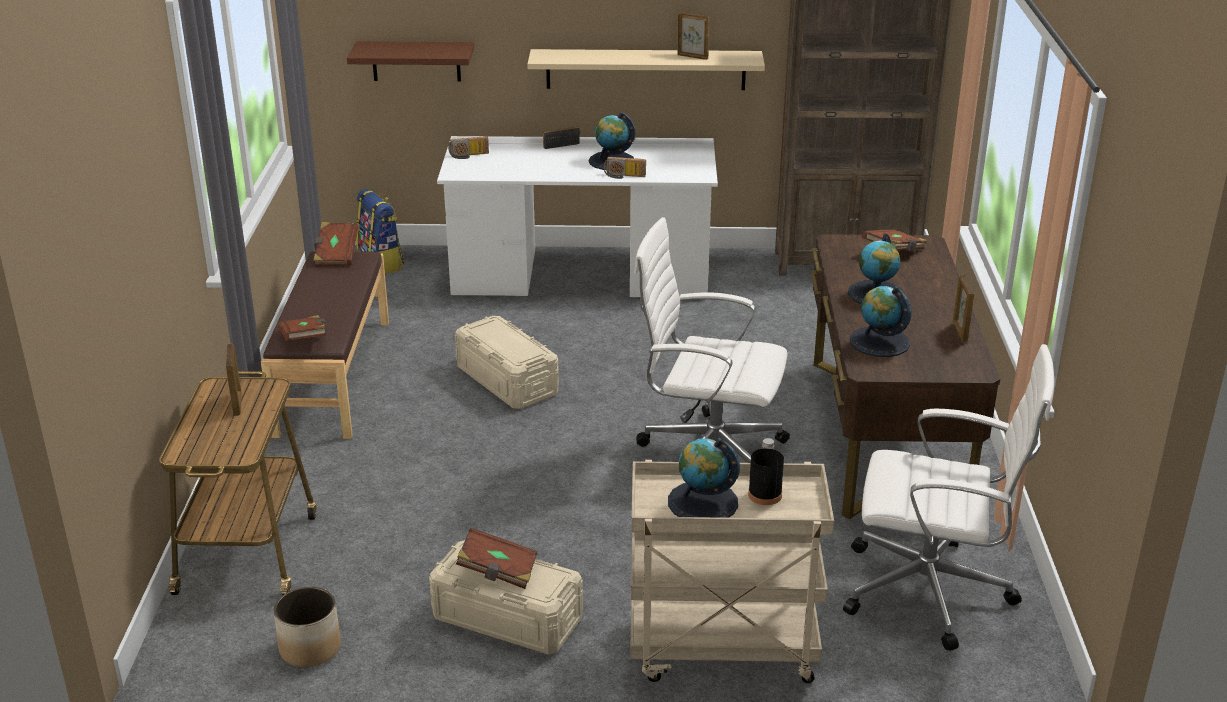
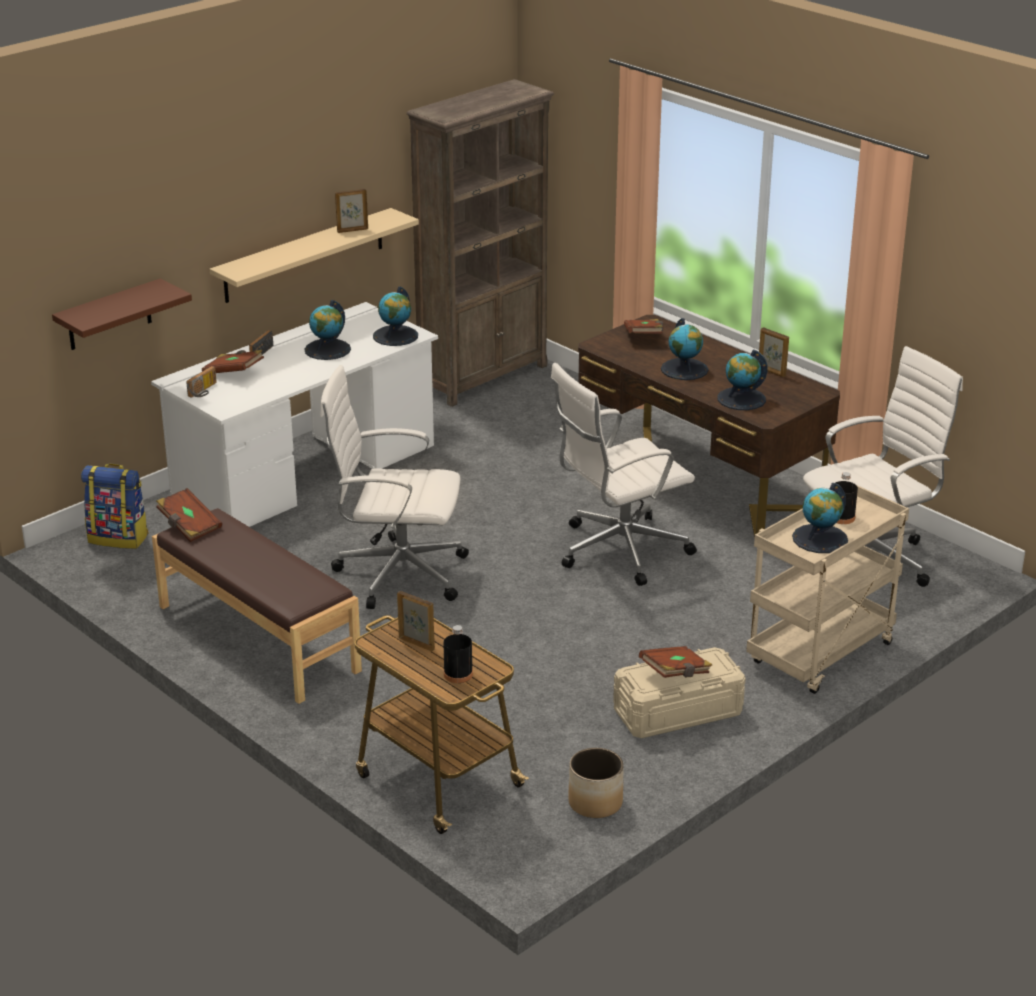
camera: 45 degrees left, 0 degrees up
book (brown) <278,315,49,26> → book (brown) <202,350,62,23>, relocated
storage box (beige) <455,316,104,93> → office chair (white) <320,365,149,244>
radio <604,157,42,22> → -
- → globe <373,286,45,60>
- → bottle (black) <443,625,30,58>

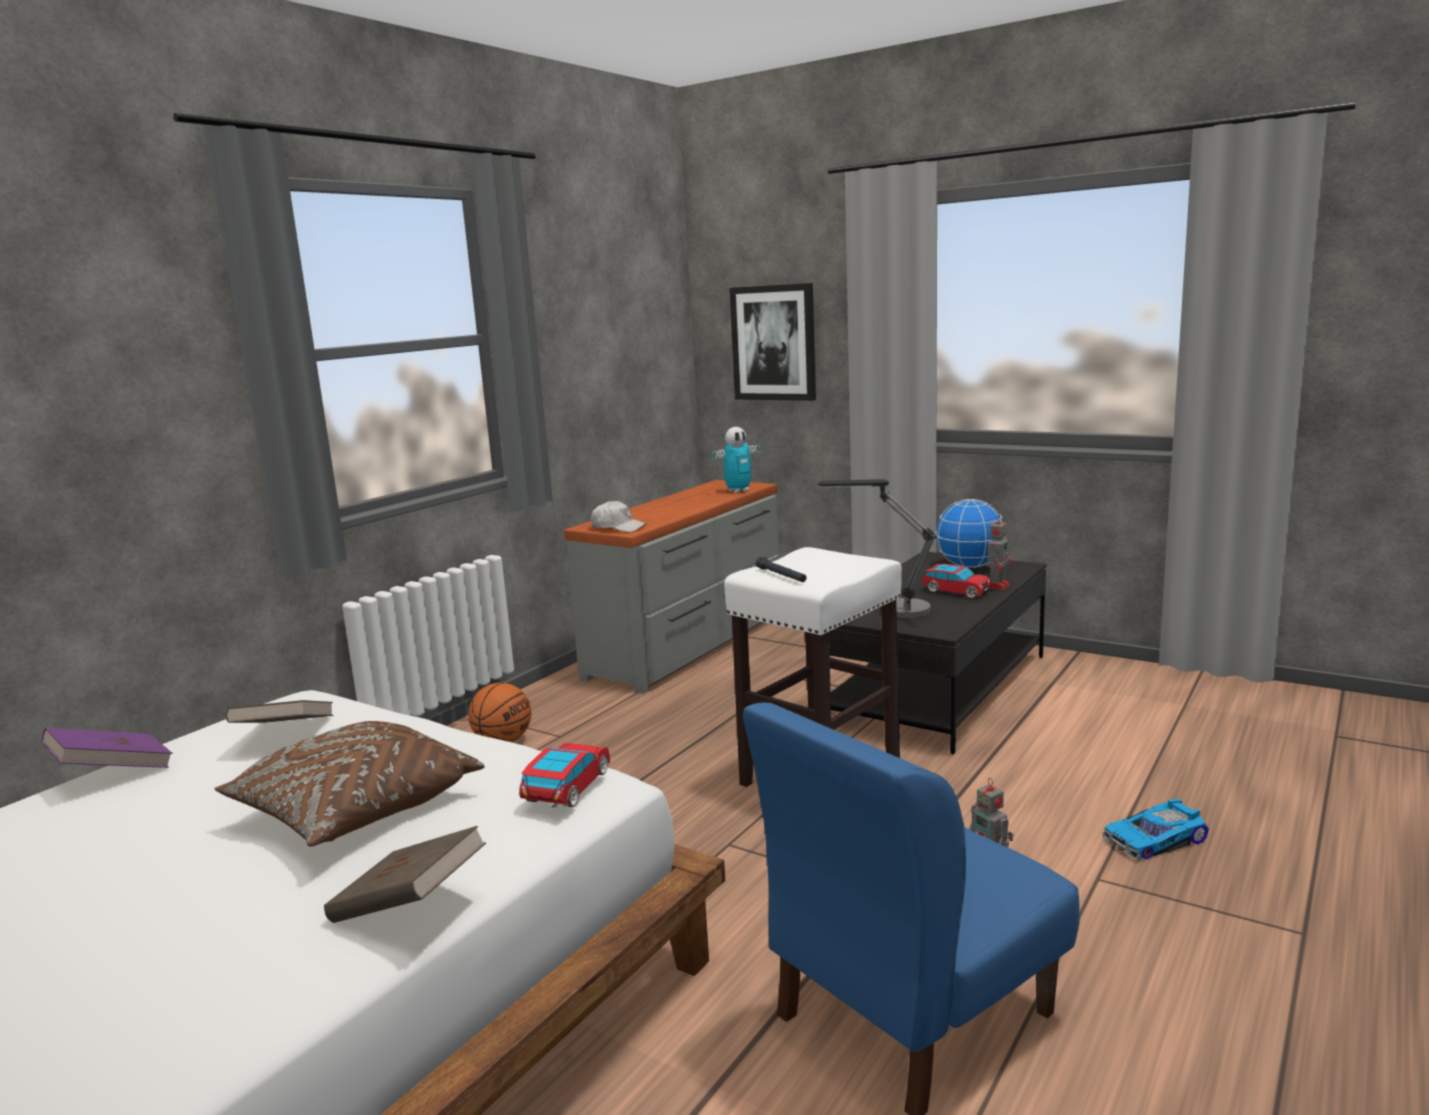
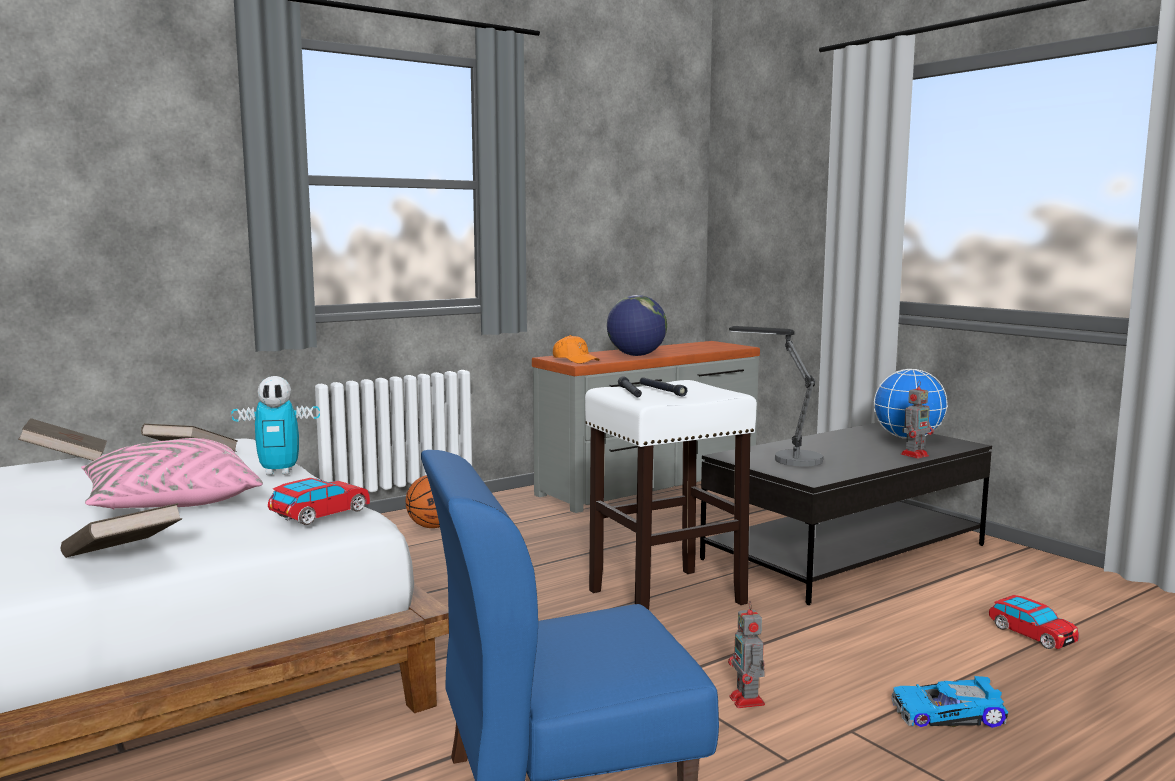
camera: 20 degrees right, 5 degrees down
book (purple) <41,727,131,41> → book (brown) <18,418,89,43>
pillow (brown) <214,721,271,125> → pillow (pink) <81,438,182,72>
cap (white) <591,501,56,31> → cap (orange) <553,335,47,29>
toy robot <712,427,49,66> → toy robot <231,376,89,99>, relocated
picture <729,283,87,118> → -
toy car <922,564,70,34> → toy car <989,595,90,54>, relocated
- → globe <607,295,60,61>
- → flashlight (black) <640,377,47,20>

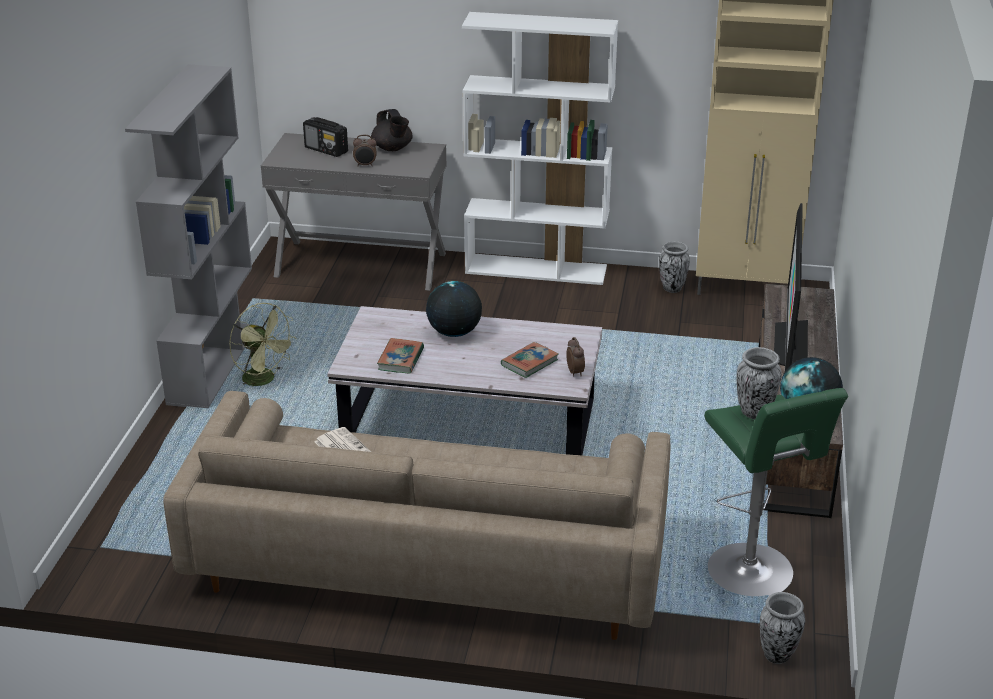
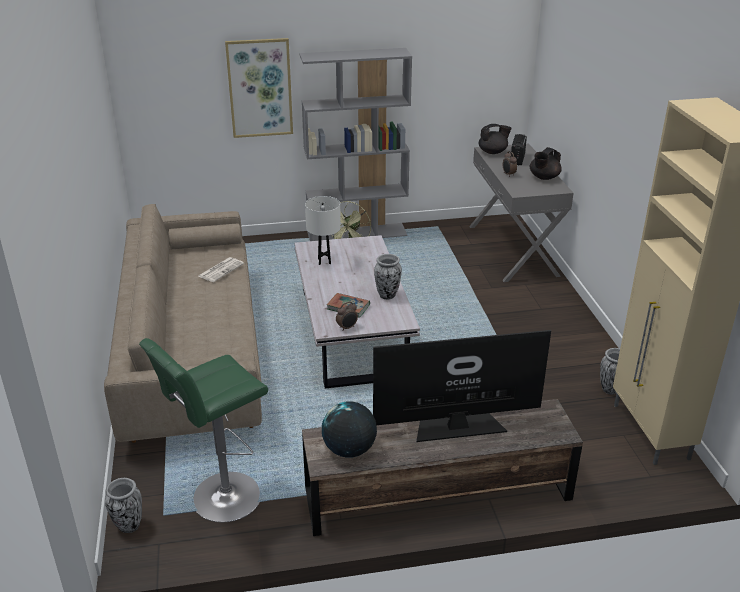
camera: 70 degrees right, 0 degrees up
book <377,338,47,36> → table lamp (white) <305,196,36,69>
globe <426,281,56,56> → -
bookcase (white) <462,12,156,273> → -
vase <737,347,45,72> → vase <374,254,28,46>, relocated
- → picture <225,38,68,100>
- → teapot (black) <479,124,33,30>

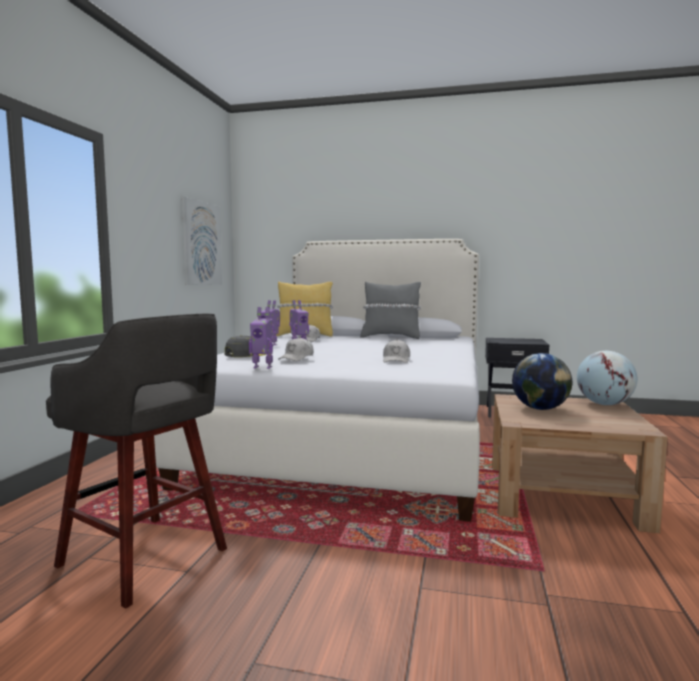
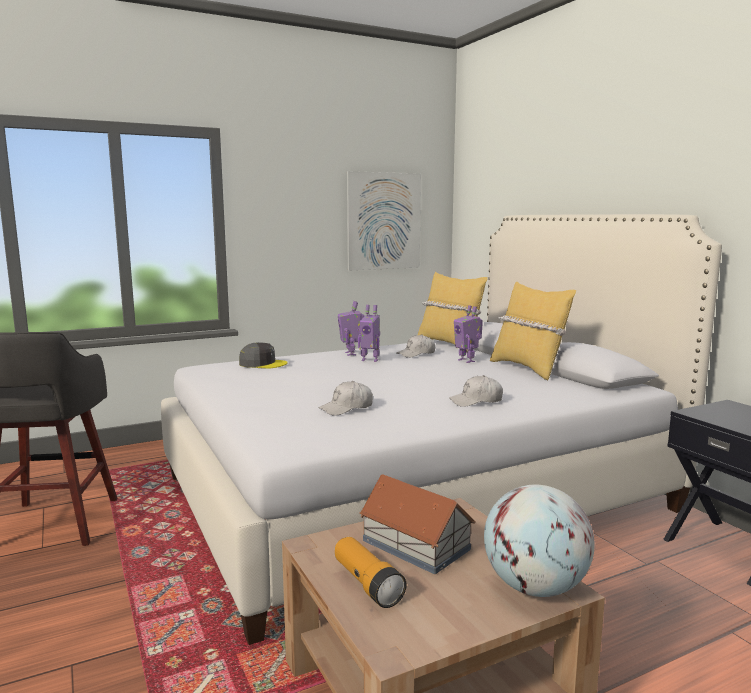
camera: 50 degrees right, 5 degrees up
toy robot <249,307,25,62> → toy robot <454,305,29,58>, relocated
cap (white) <278,337,35,24> → cap (white) <449,375,54,32>, relocated
pillow (grey) <360,282,61,57> → pillow (yellow) <490,282,86,98>
globe <512,353,61,57> → toy house <360,474,116,100>
- → flashlight <335,537,72,71>

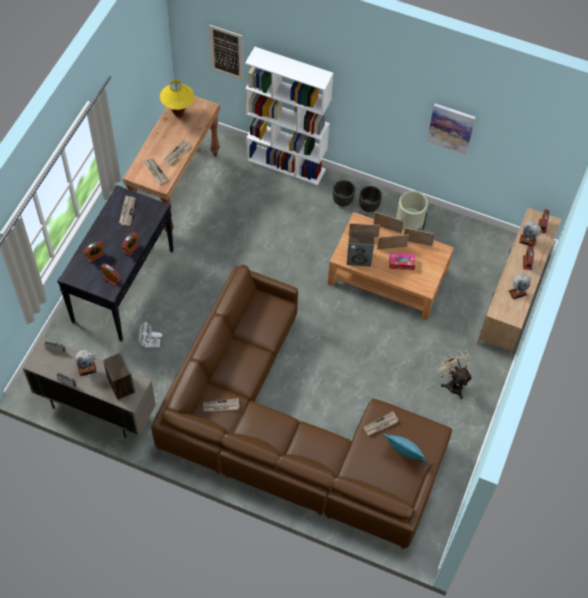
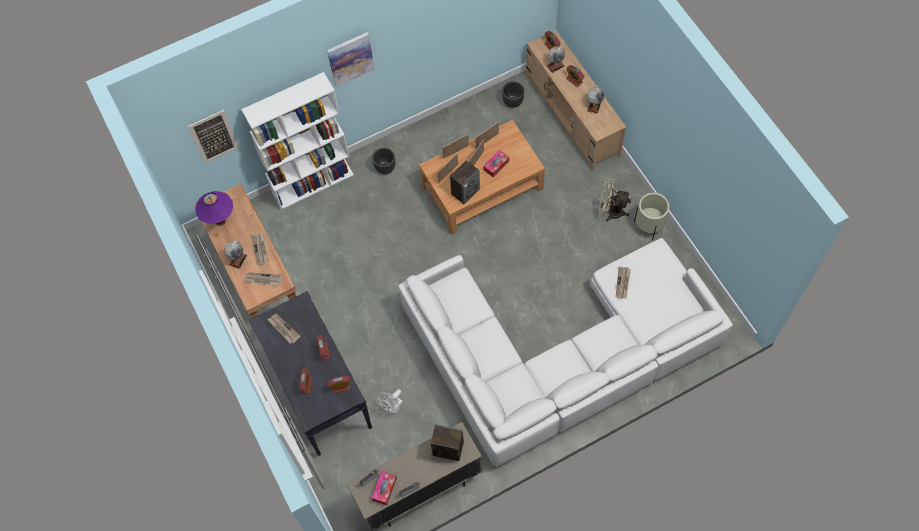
camera: 45 degrees left, 5 degrees up
globe <75,350,22,26> → globe <224,241,23,28>, relocated
sofa (brown) <151,265,301,284> → sofa (white) <399,238,334,229>
table lamp (yellow) <160,80,34,38> → table lamp (purple) <195,191,38,35>
newspaper <203,398,37,14> → -
planter (black) <359,186,23,26> → planter (black) <502,81,22,27>, relocated
pillow (turquoise) <384,434,42,28> → -
planter (beige) <396,191,32,39> → planter (beige) <634,193,36,47>, relocated
picture <427,103,49,52> → picture <327,32,48,55>, relocated
- → tissue box <372,471,25,34>

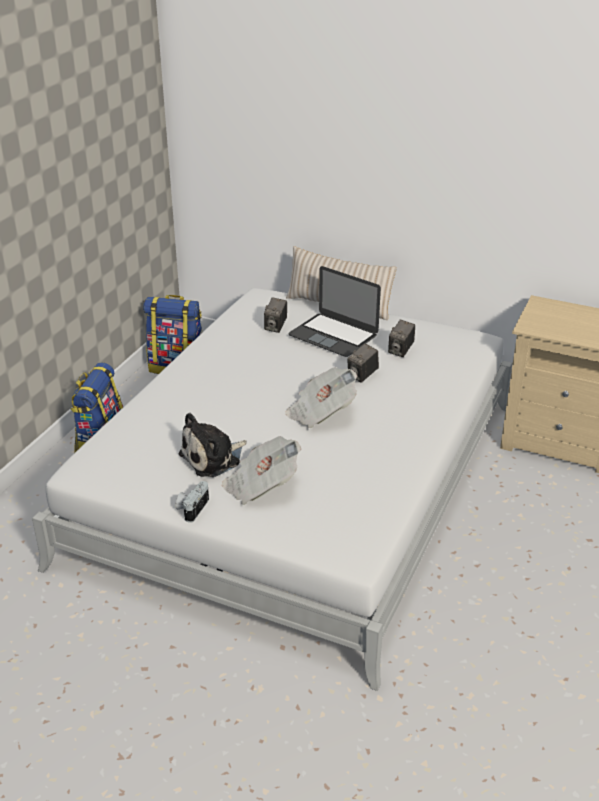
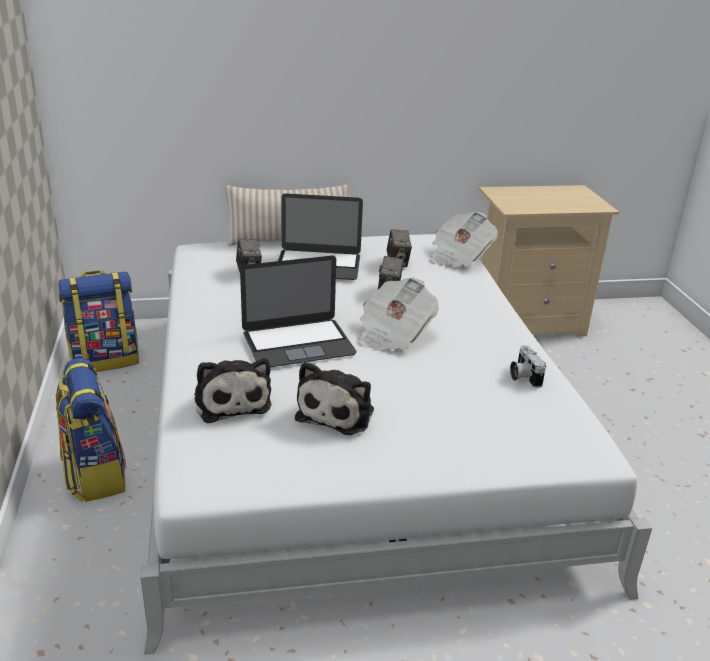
camera: 35 degrees left, 5 degrees down
photo camera <176,481,33,42> → photo camera <510,345,36,43>, relocated
newspaper <222,436,79,69> → newspaper <431,212,67,55>, relocated
- → plush toy <195,358,77,65>
- → laptop <240,256,117,111>

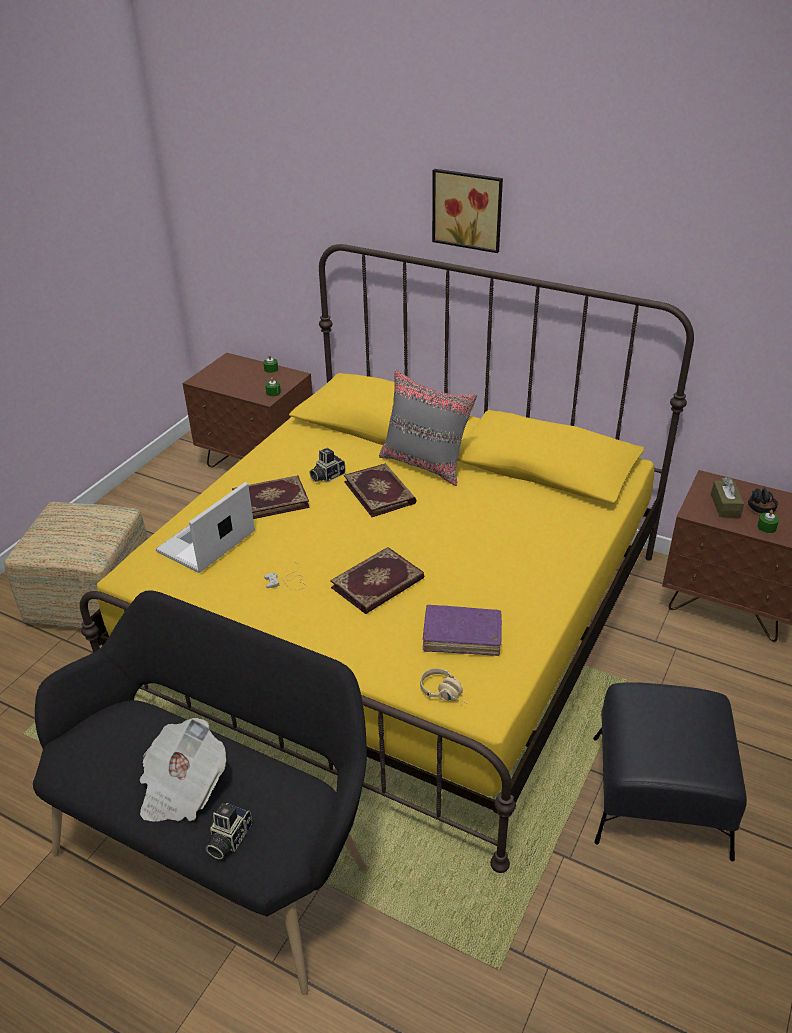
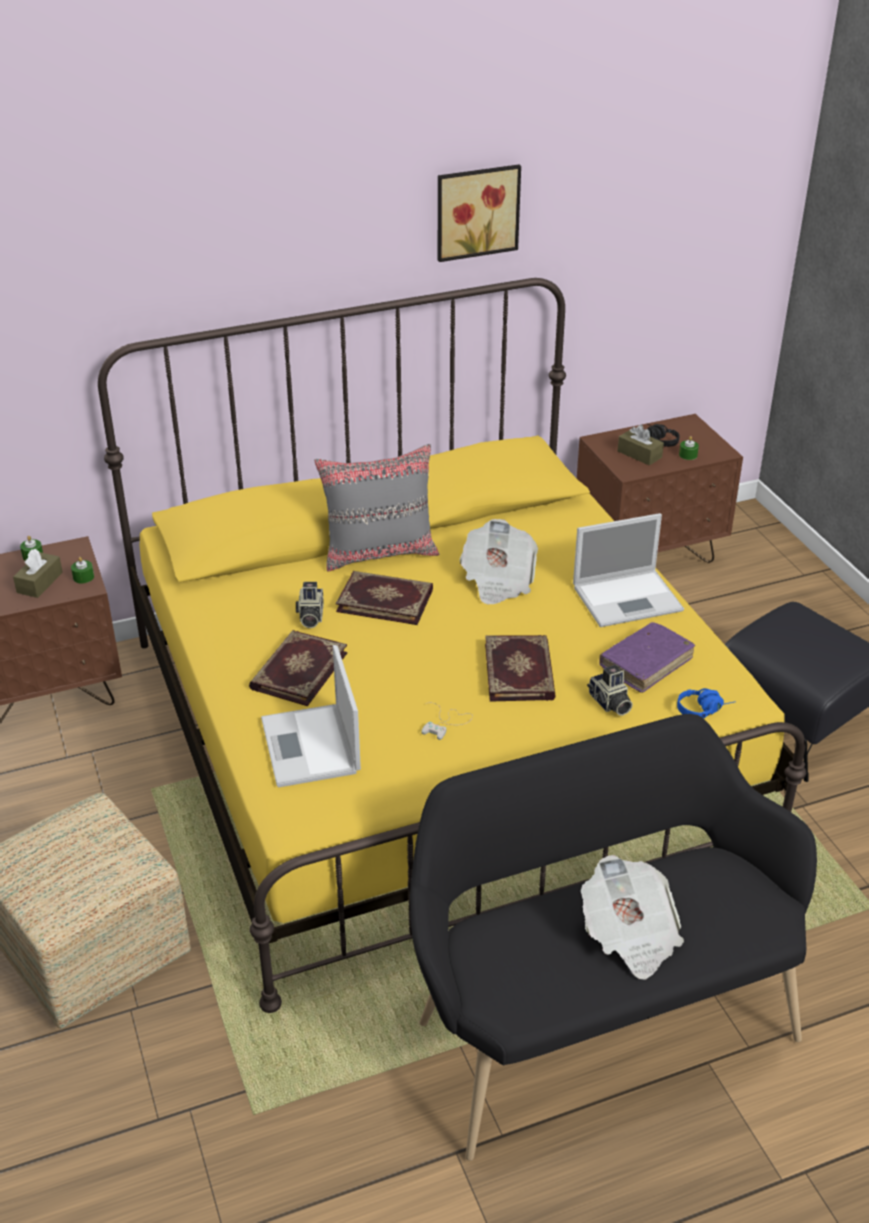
camera: 50 degrees left, 0 degrees up
photo camera <206,803,46,56> → photo camera <587,665,46,51>, relocated
headphones (beige) <420,668,46,35> → headphones (blue) <677,688,59,30>
picture <432,169,71,84> → picture <438,164,83,98>, relocated
- → tissue box (brown) <13,549,50,49>
- → newspaper <460,519,78,86>
- → laptop <573,513,111,114>

